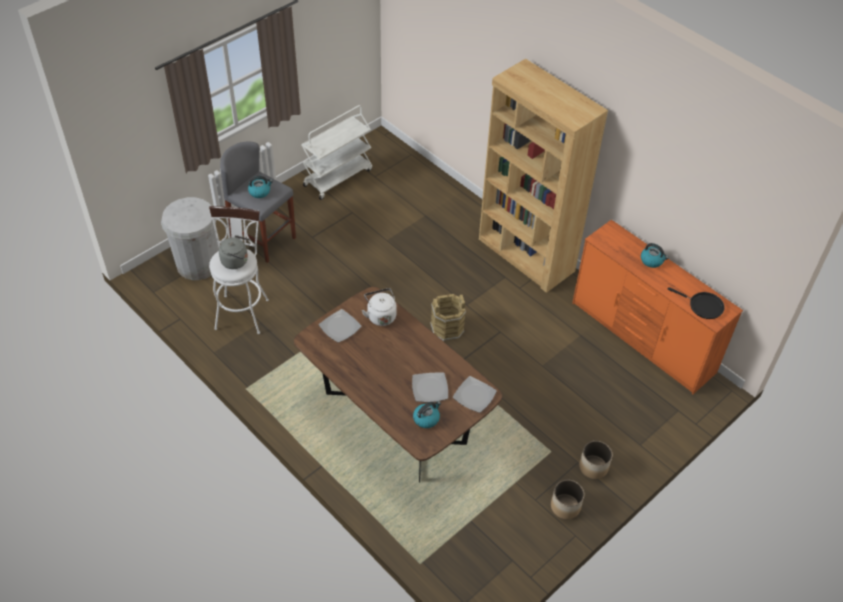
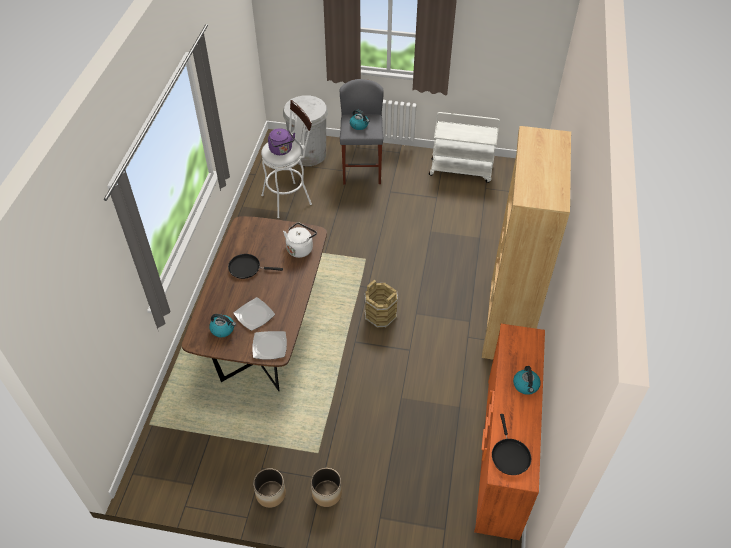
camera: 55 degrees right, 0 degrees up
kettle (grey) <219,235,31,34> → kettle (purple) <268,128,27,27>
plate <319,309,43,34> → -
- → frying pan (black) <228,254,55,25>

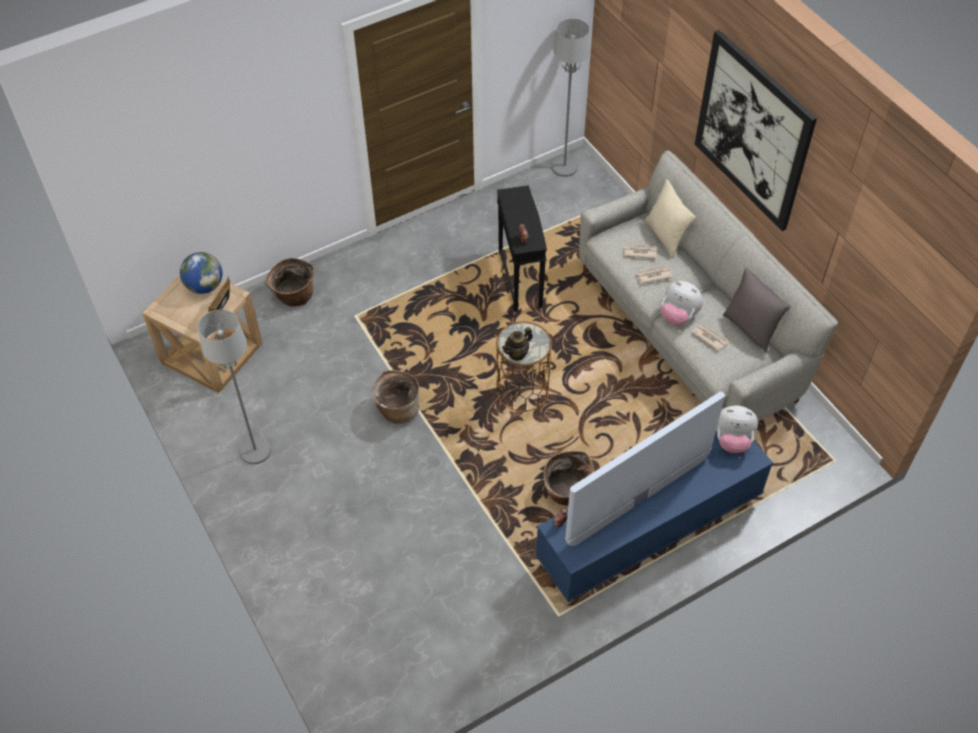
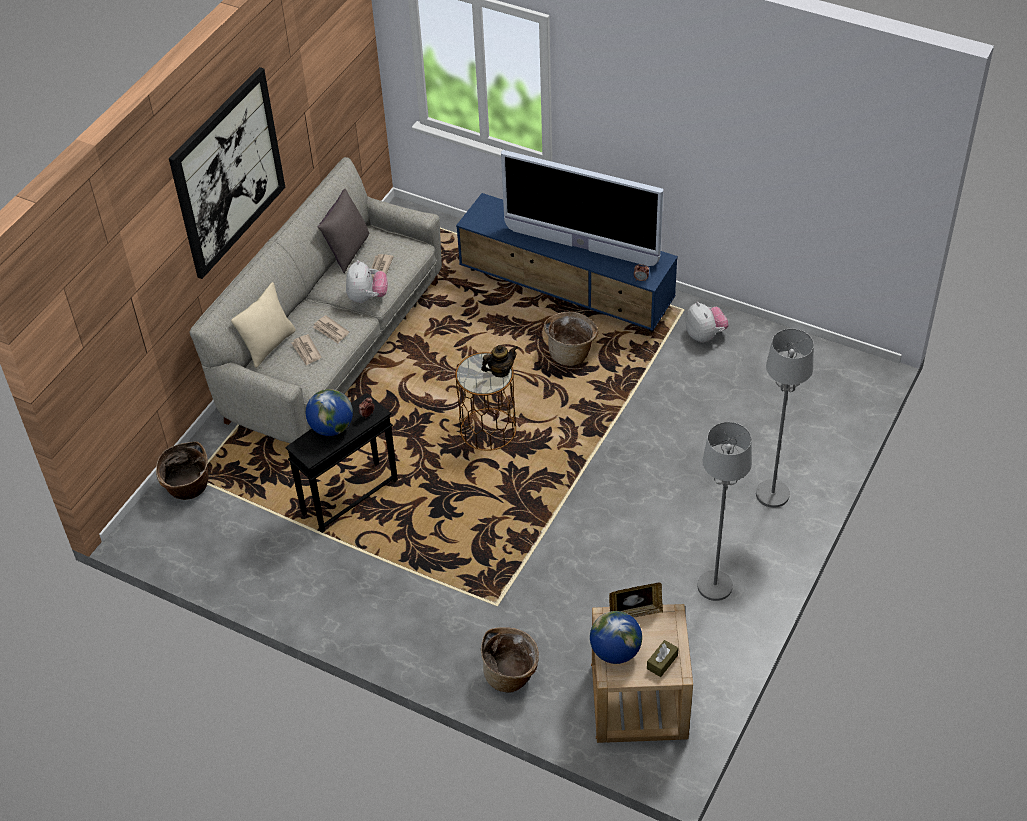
camera: 120 degrees left, 5 degrees down
basket <371,370,49,54> → basket <156,441,52,59>, relocated
teapot <502,327,31,34> → teapot <481,345,37,32>, 45 degrees counterclockwise
floor lamp (grey) <552,19,38,158> → floor lamp (grey) <756,329,58,179>, relocated
plush toy <716,405,42,48> → plush toy <686,302,42,41>, relocated
- → globe <306,389,47,47>
- → tissue box (brown) <647,640,32,37>

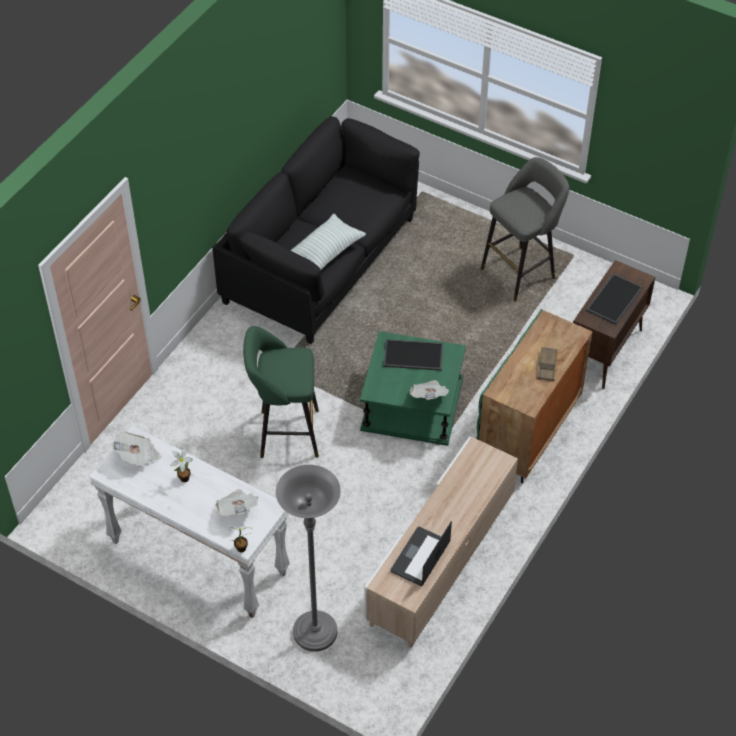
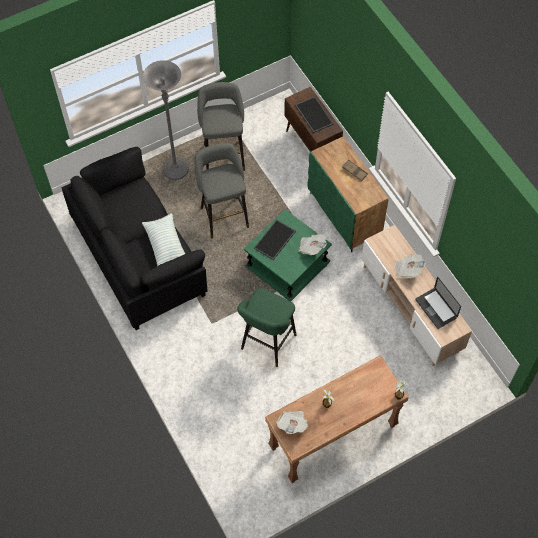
camera: 60 degrees left, 10 degrees up
console table (white) <89,426,201,192> → console table (brown) <265,355,144,128>
newspaper <216,489,43,27> → newspaper <394,254,32,24>, relocated
floor lamp (grey) <276,465,65,187> → floor lamp (grey) <143,60,46,120>, relocated
- → stool (grey) <194,143,55,95>

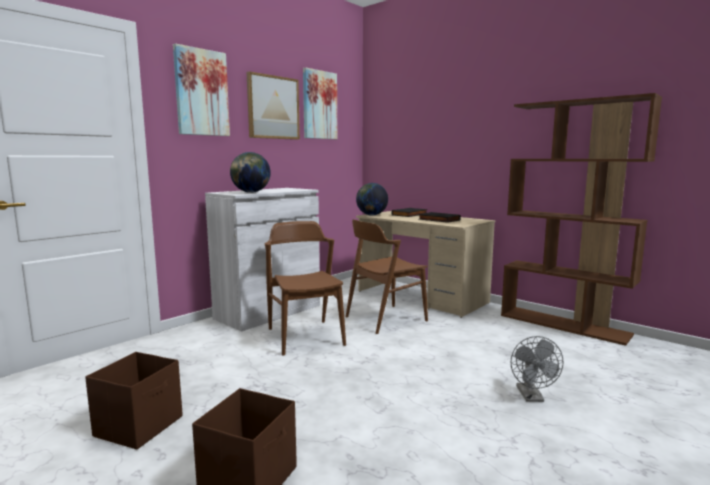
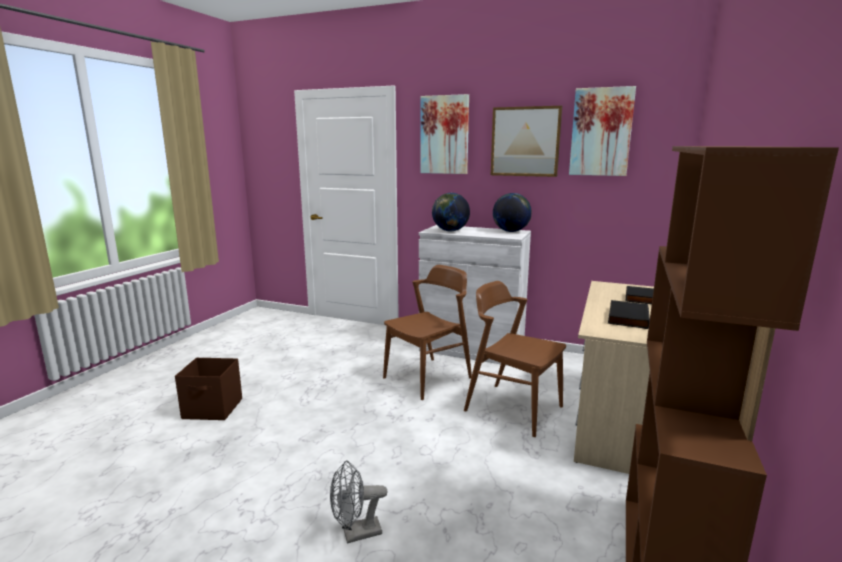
camera: 70 degrees right, 5 degrees up
storage box (brown) <85,352,98,97> → -
globe <356,183,32,33> → globe <493,193,39,39>, relocated

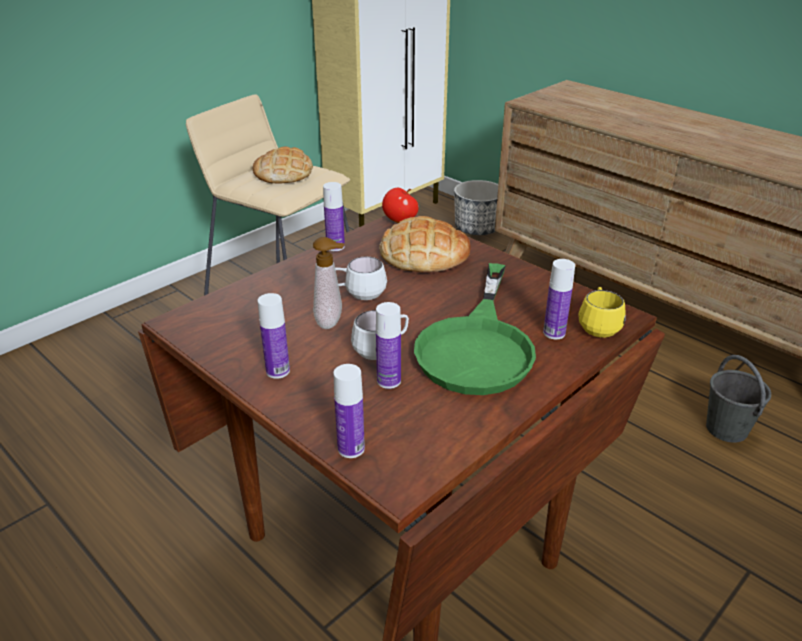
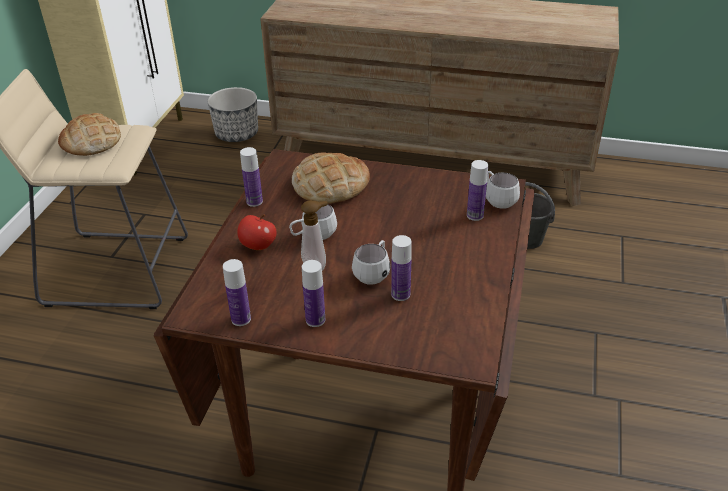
camera: 30 degrees left, 5 degrees up
bottle <334,364,31,94> → bottle <223,259,28,67>, relocated
apple <382,188,37,35> → apple <237,214,39,36>, relocated
frying pan (green) <414,263,122,132> → -
mug (yellow) <578,287,48,51> → mug (white) <486,171,34,38>

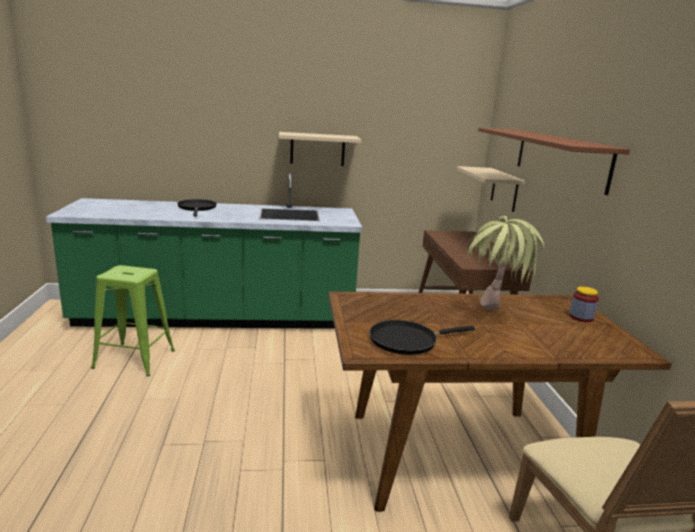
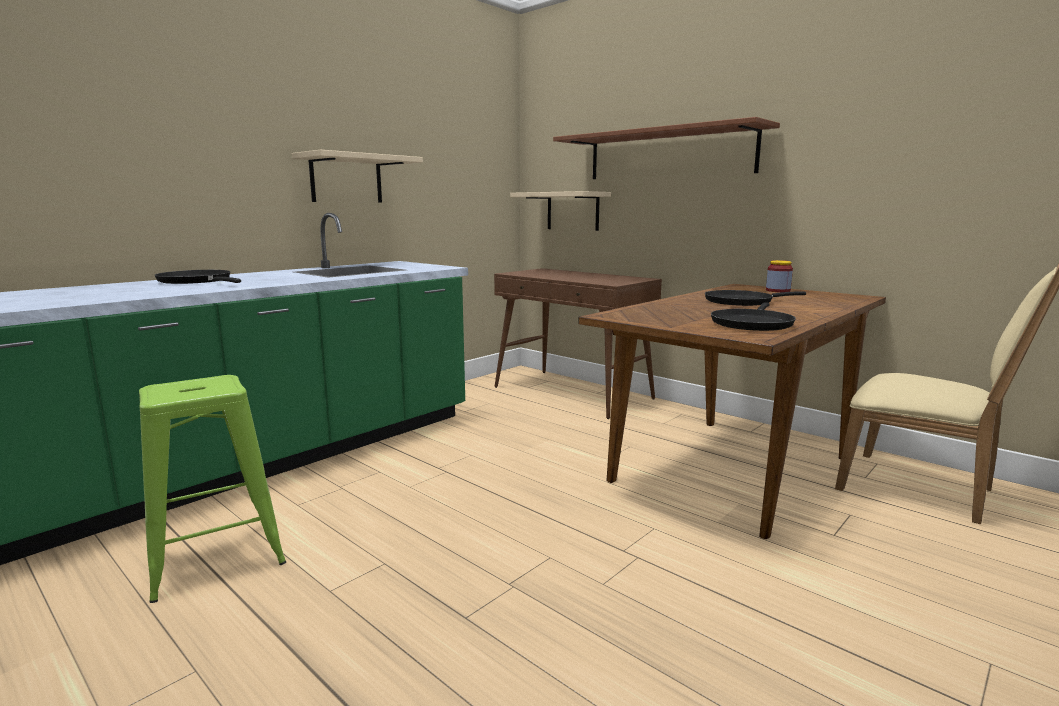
camera: 40 degrees left, 5 degrees down
potted plant <465,216,79,94> → frying pan (black) <705,290,101,16>

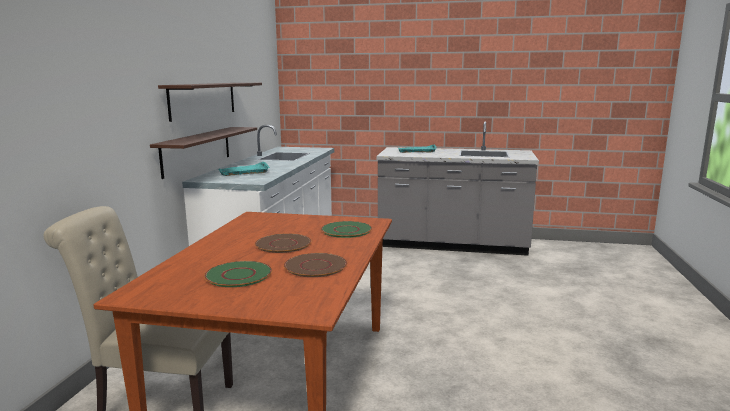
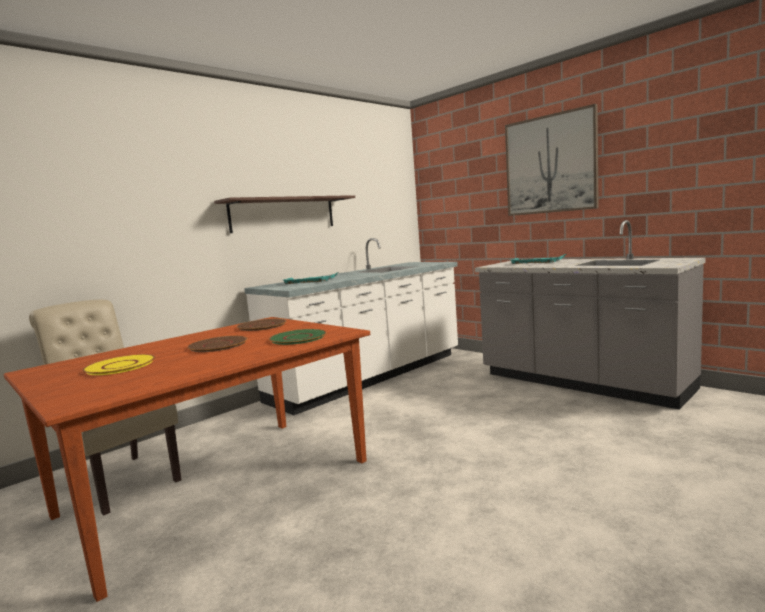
camera: 35 degrees right, 5 degrees down
shelf <150,127,107,52> → -
plate (green) <204,261,68,26> → plate (yellow) <82,354,73,21>
plate (brown) <284,253,63,24> → plate (brown) <237,319,50,12>, relocated
- → picture <505,104,94,112>

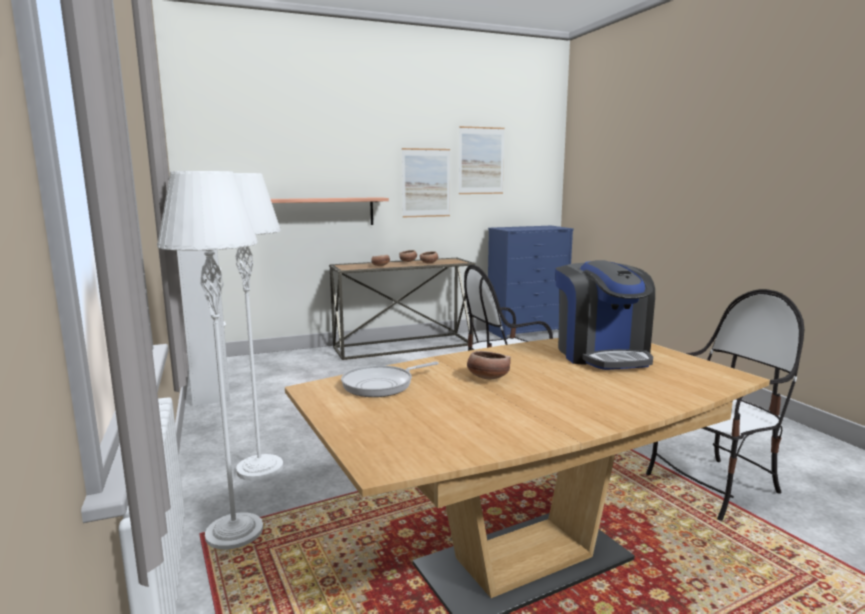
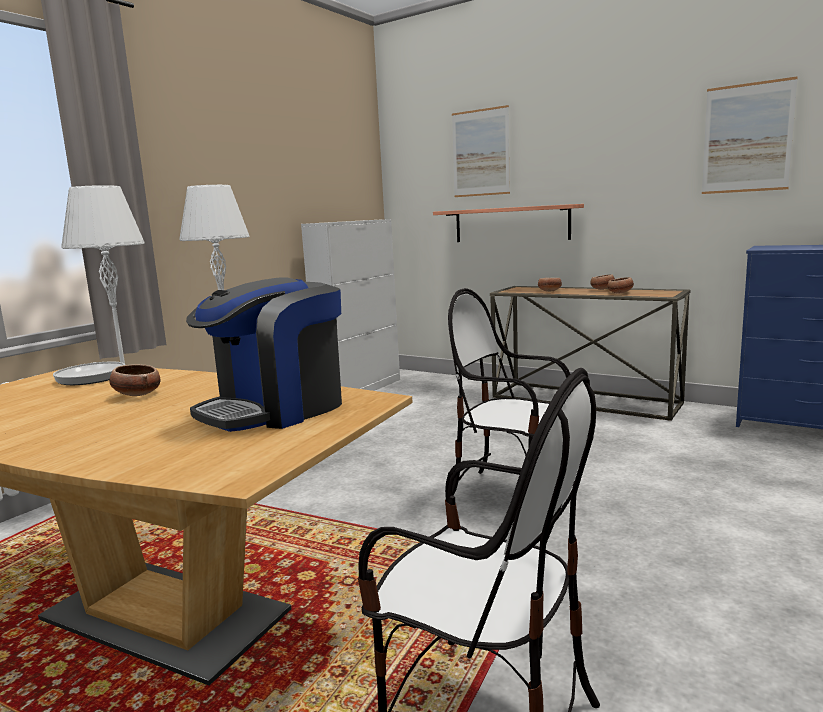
camera: 55 degrees right, 0 degrees up
picture <402,148,48,69> → picture <452,105,58,92>, relocated

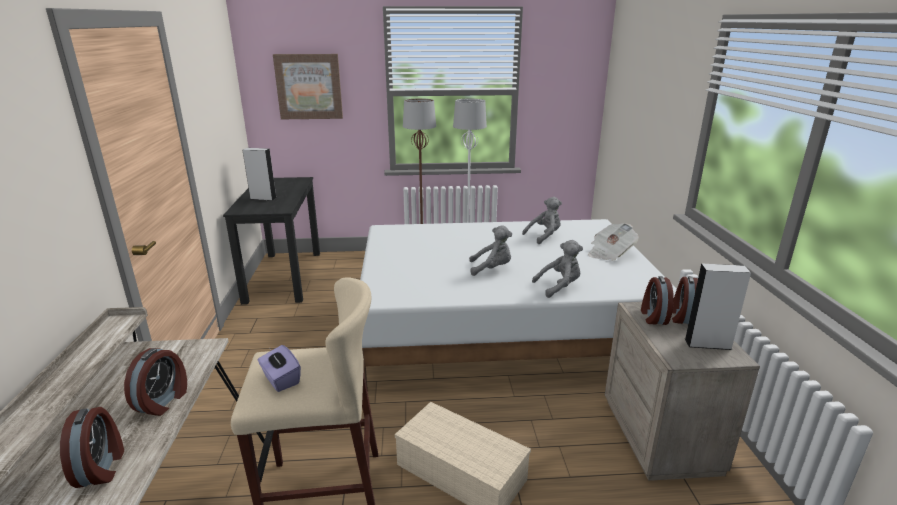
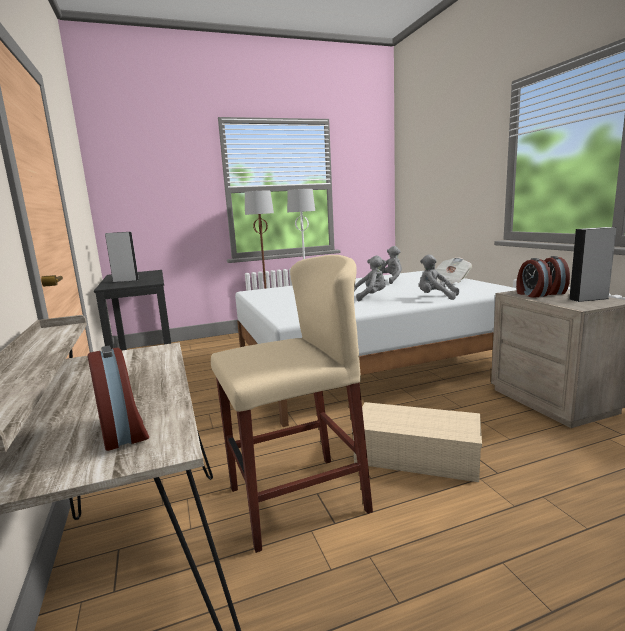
camera: 15 degrees left, 10 degrees down
alarm clock <124,348,63,68> → -
tissue box (purple) <258,345,43,47> → -
picture <273,54,70,65> → -
plush toy (grey) <532,240,51,58> → plush toy (grey) <419,254,40,46>, 120 degrees counterclockwise

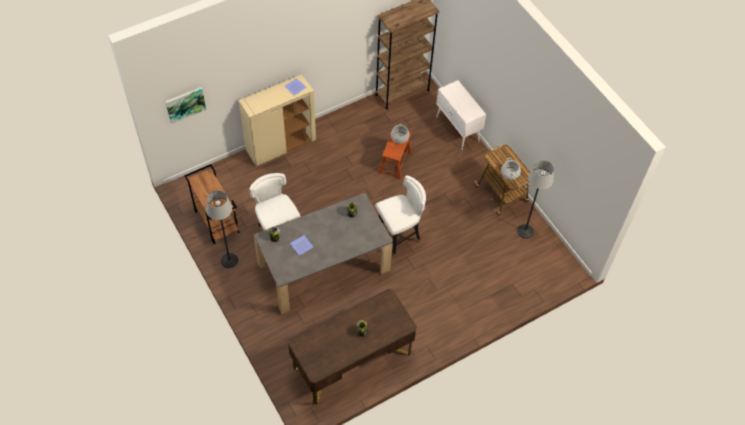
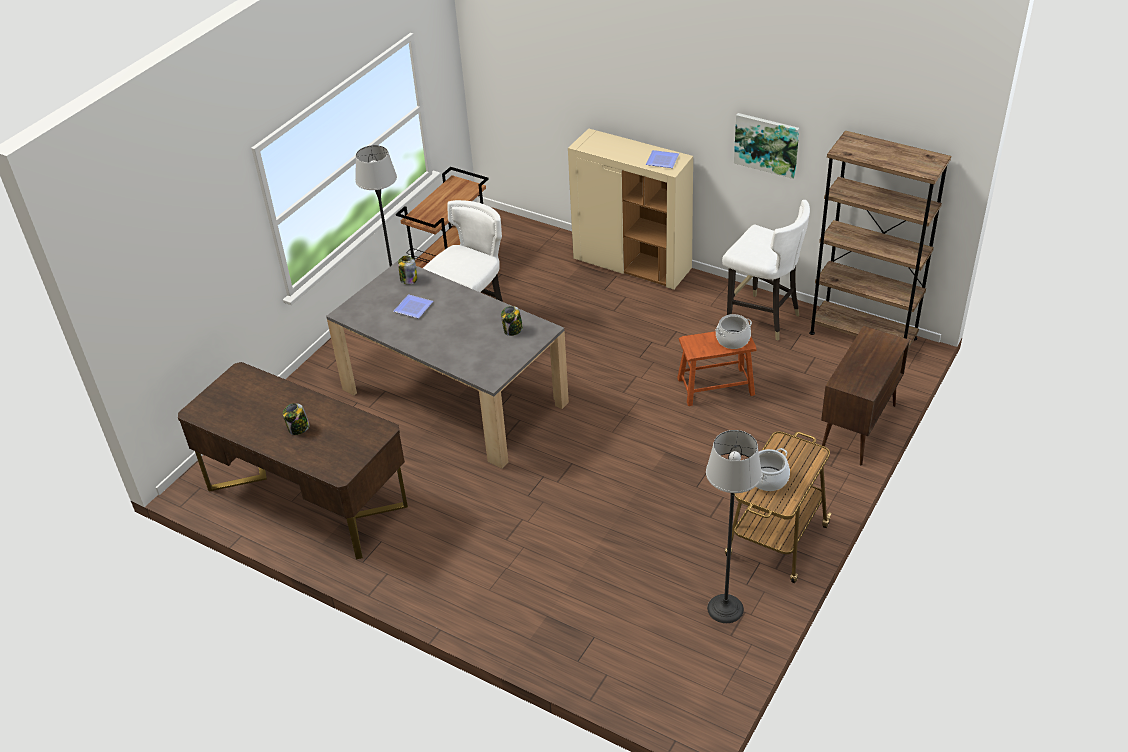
camera: 65 degrees right, 15 degrees down
picture <165,87,41,37> → picture <734,113,65,66>, relocated
chair (white) <375,175,51,82> → chair (white) <722,200,88,141>, relocated
cabinet (white) <436,80,50,70> → cabinet (brown) <821,326,89,139>

